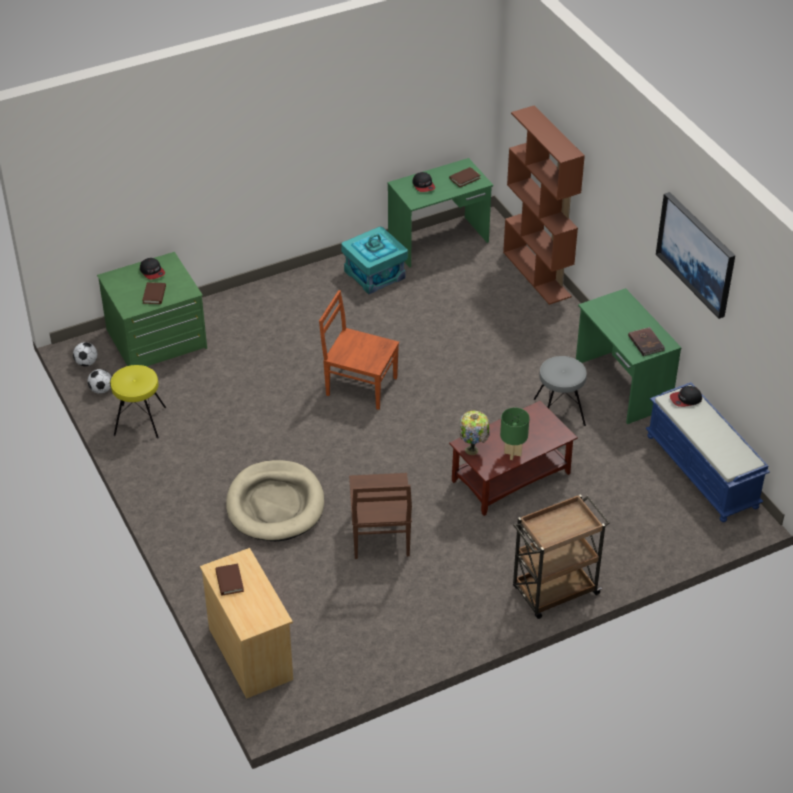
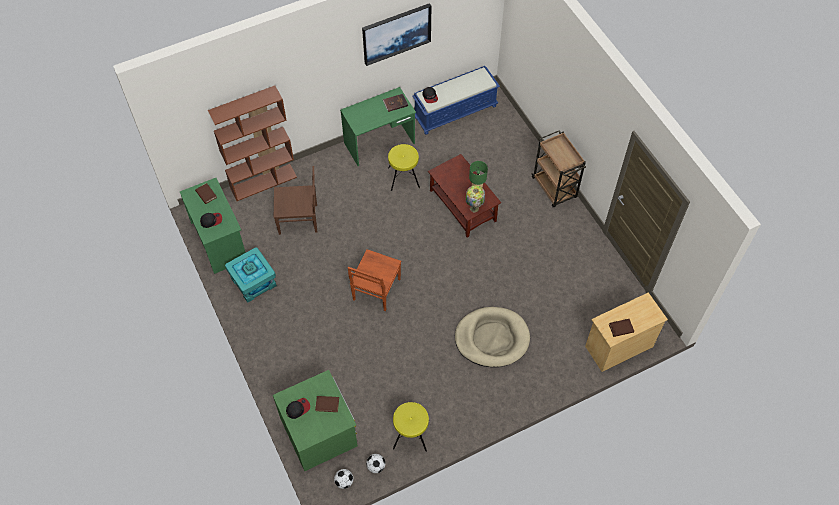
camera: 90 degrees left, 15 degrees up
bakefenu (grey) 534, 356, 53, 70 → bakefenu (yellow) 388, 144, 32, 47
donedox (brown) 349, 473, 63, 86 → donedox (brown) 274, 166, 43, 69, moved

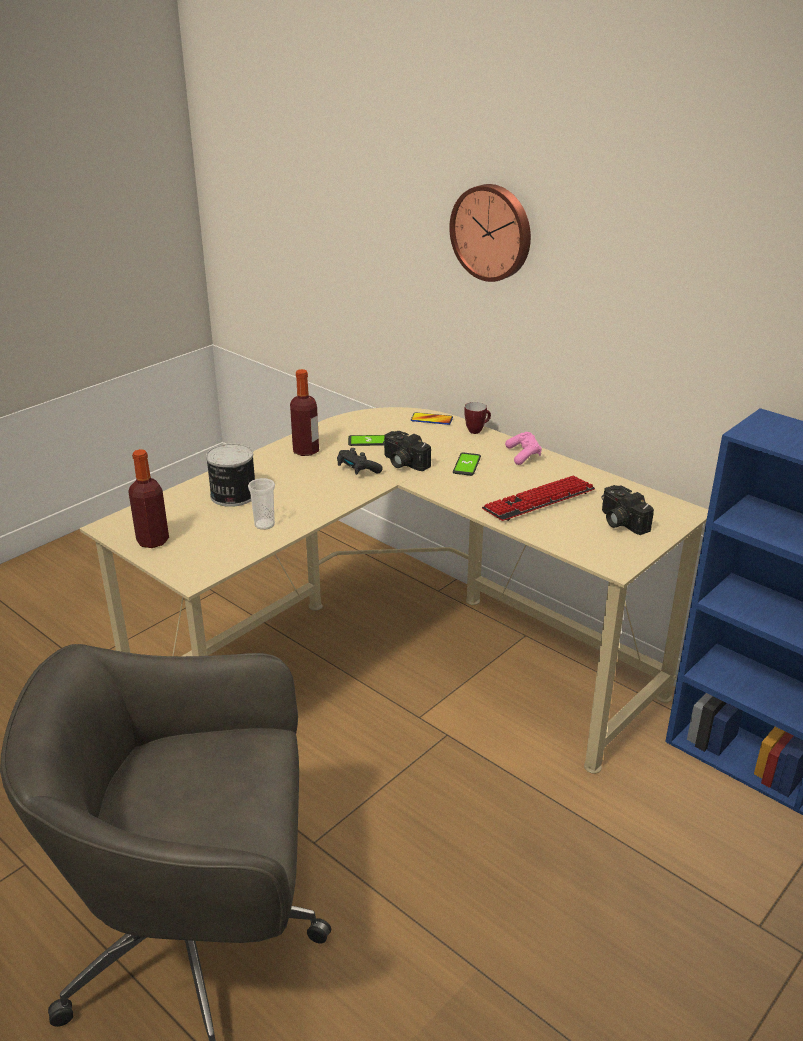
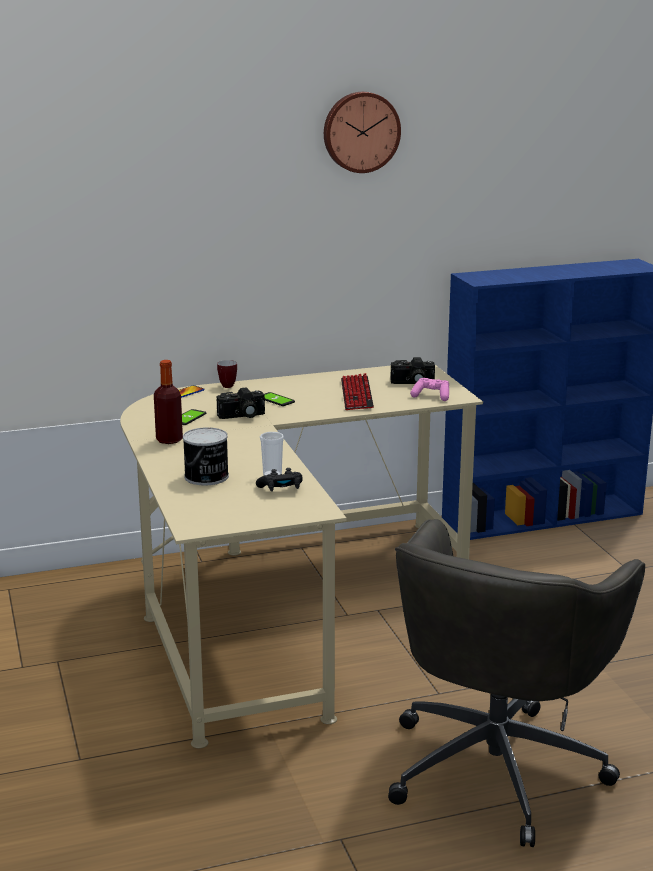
camera: 60 degrees left, 10 degrees down
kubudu 449, 184, 82, 98 → kubudu 324, 92, 77, 81, moved
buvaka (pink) 505, 432, 37, 33 → buvaka (pink) 410, 378, 39, 23, moved
buvaka (black) 337, 448, 46, 27 → buvaka (black) 256, 468, 47, 24, moved
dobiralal 128, 449, 41, 99 → -

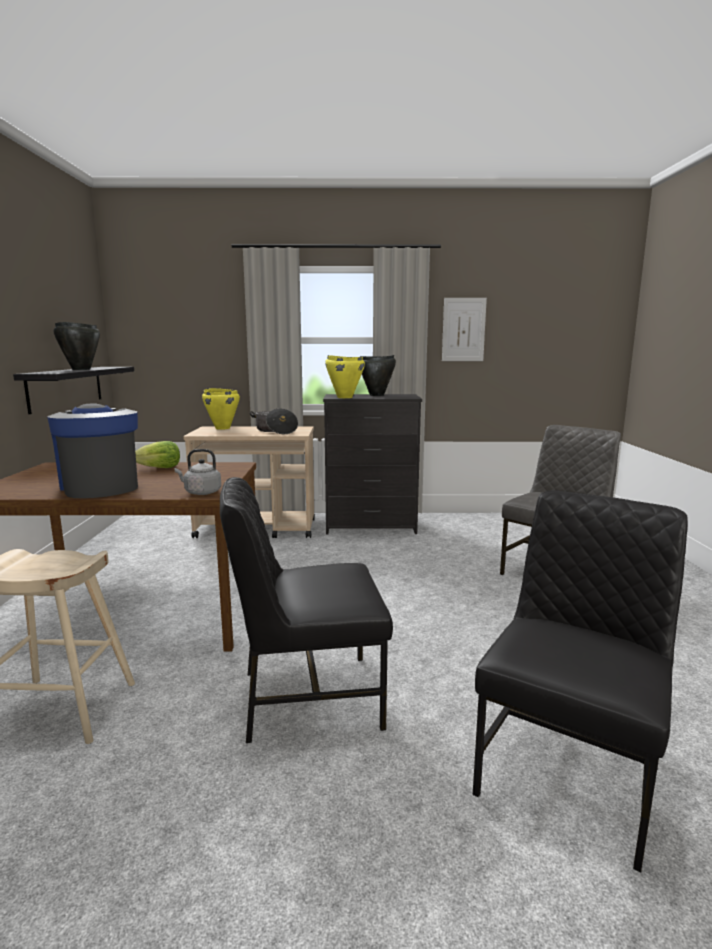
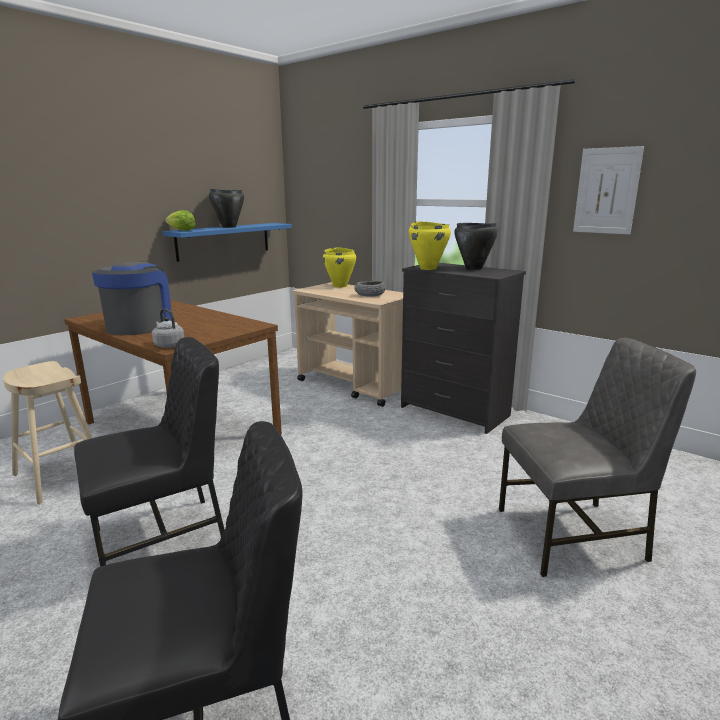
camera: 40 degrees right, 5 degrees up
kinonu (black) 13, 367, 121, 47 → kinonu (blue) 163, 223, 129, 39
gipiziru 250, 408, 48, 26 → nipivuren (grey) 354, 281, 32, 16
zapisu 135, 441, 45, 27 → zapisu 165, 210, 30, 21, moved
donedox (black) 220, 477, 173, 266 → donedox (black) 74, 337, 151, 230, 120 degrees clockwise

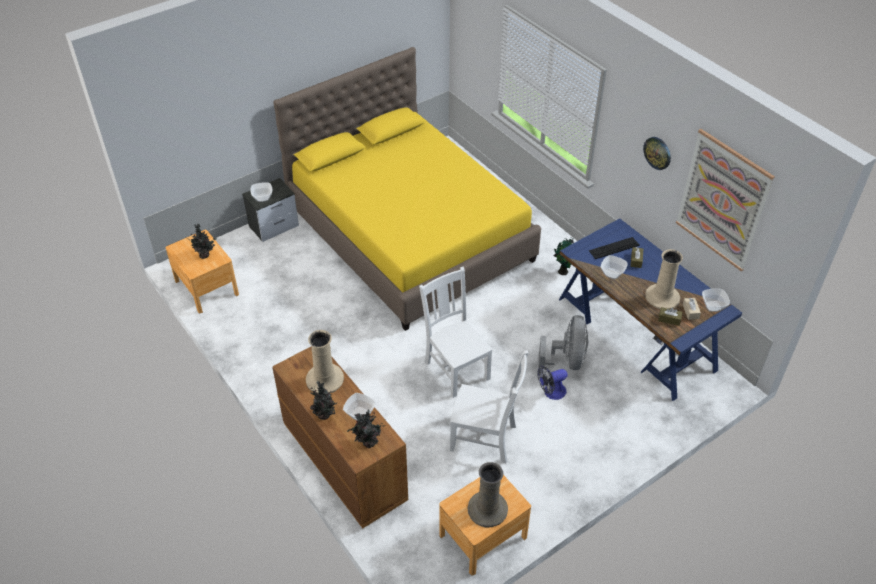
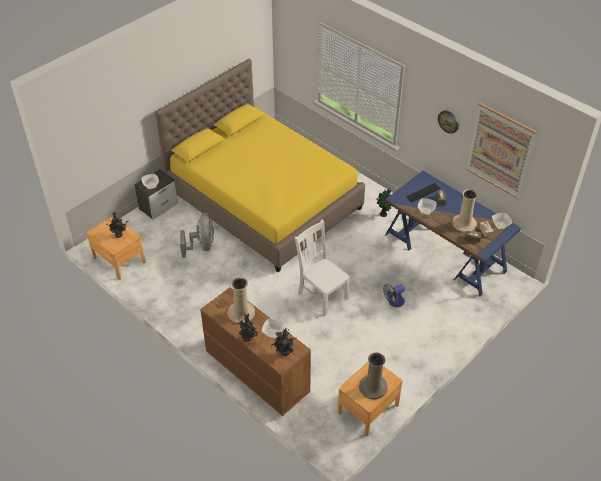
camera: 10 degrees left, 0 degrees up
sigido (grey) 538, 315, 50, 58 → sigido (grey) 180, 213, 34, 45, moved
donedox (white) 450, 350, 78, 113 → -

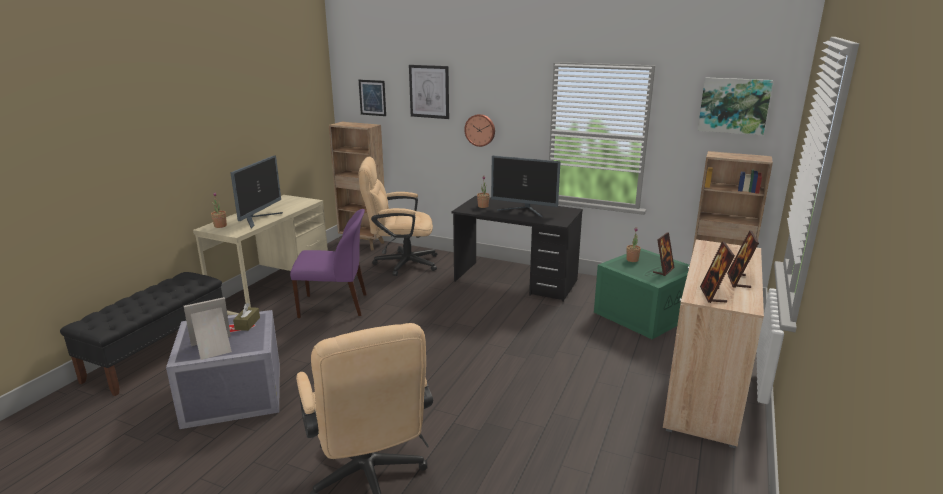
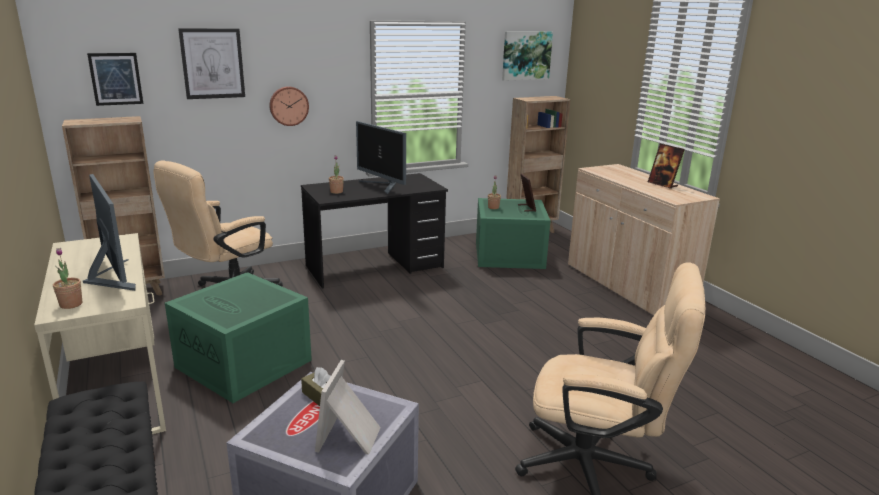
camera: 50 degrees left, 0 degrees up
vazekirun 491, 156, 69, 61 → vazekirun 356, 121, 50, 73, 75 degrees clockwise
donedox (purple) 290, 209, 77, 109 → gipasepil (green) 165, 272, 147, 131
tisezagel 700, 241, 35, 62 → -

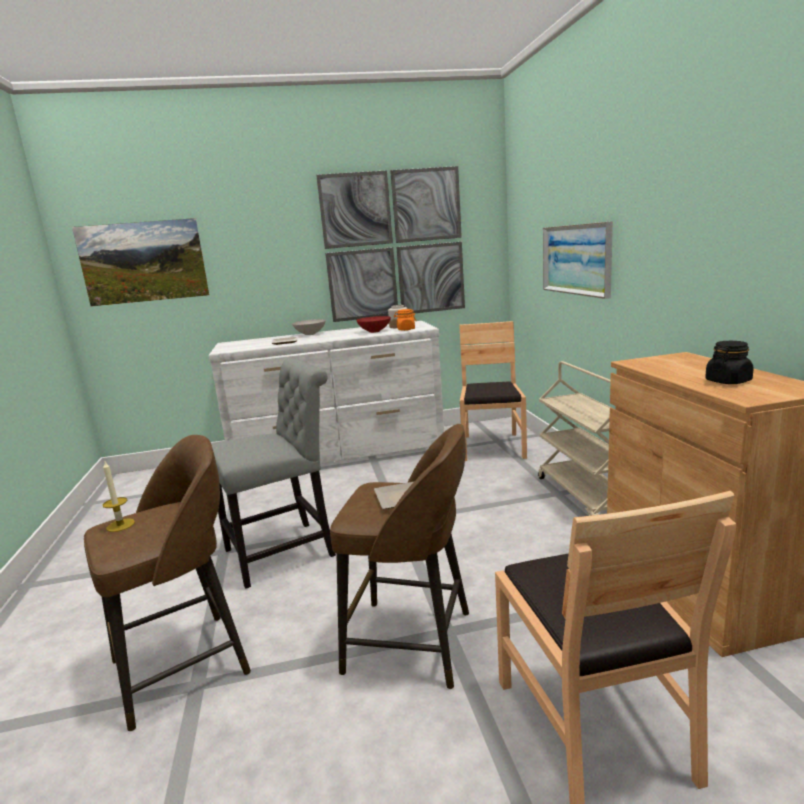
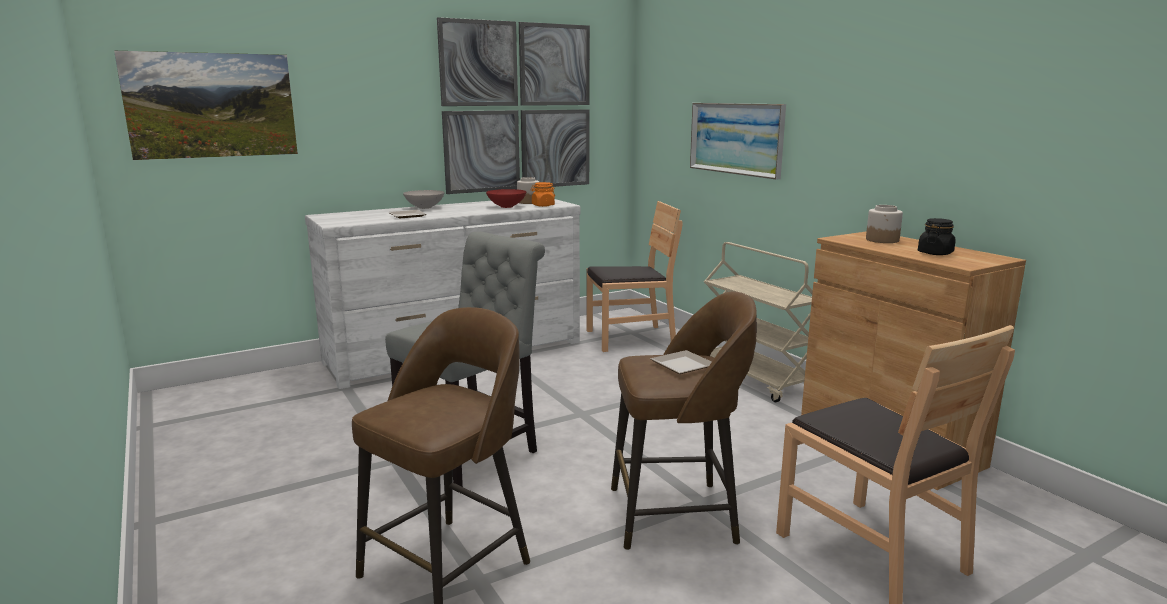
camera: 20 degrees left, 0 degrees up
donedox (brown) 459, 321, 68, 140 → donedox (brown) 586, 201, 97, 151, 90 degrees clockwise
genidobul 103, 462, 32, 70 → -
- → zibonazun 866, 205, 37, 38

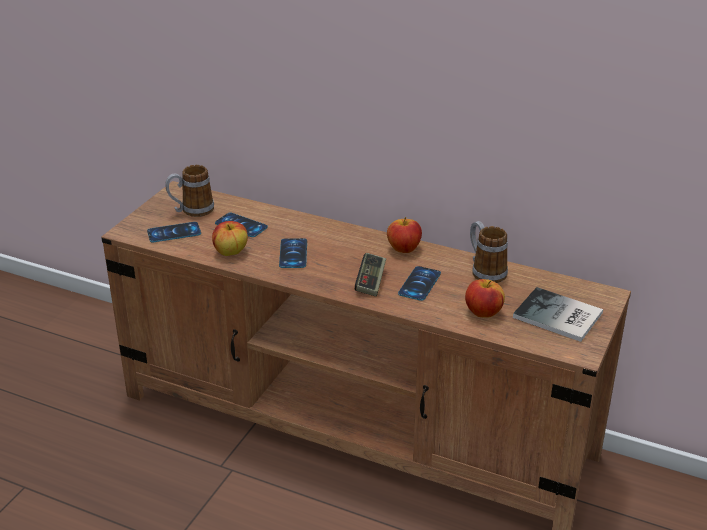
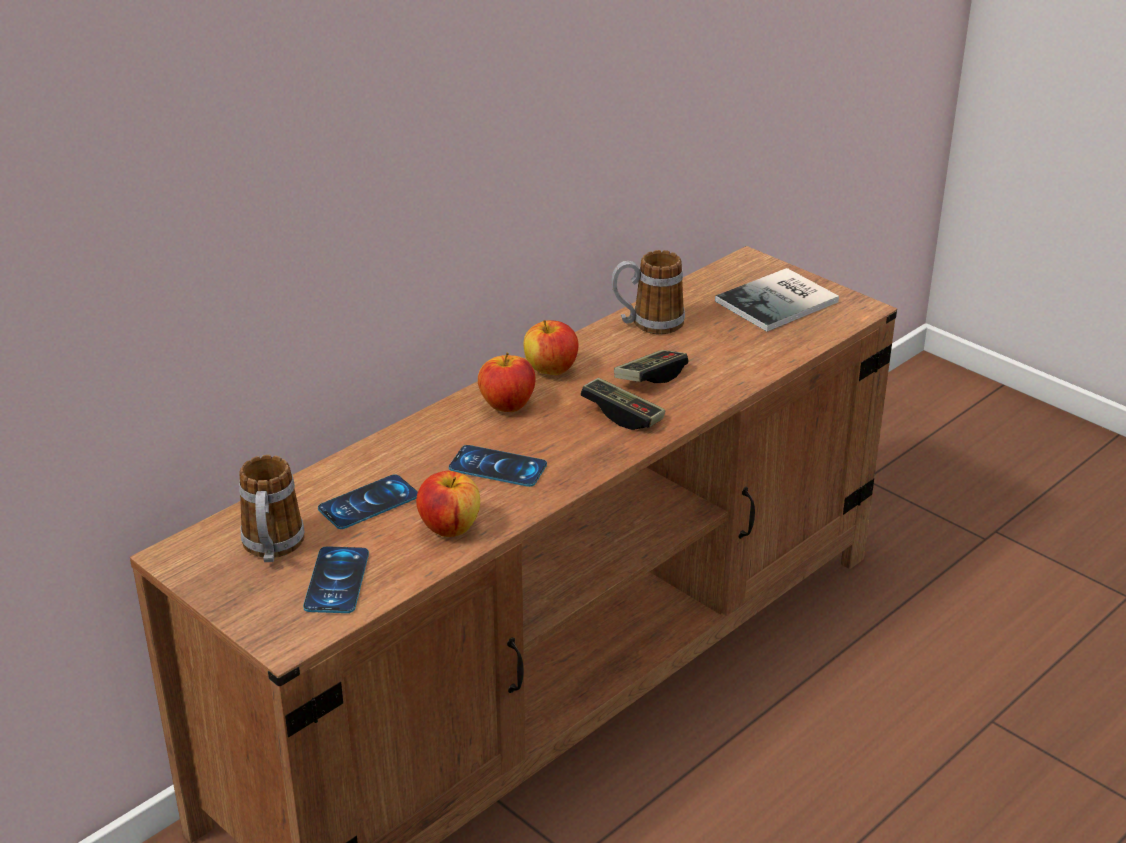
camera: 70 degrees left, 0 degrees up
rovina 398, 266, 43, 35 → buvaka 614, 350, 74, 33
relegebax 465, 279, 40, 39 → relegebax 478, 352, 58, 60, moved

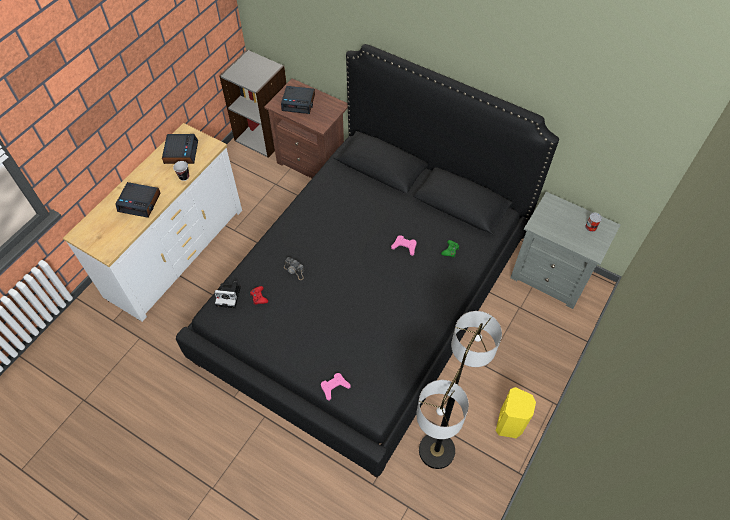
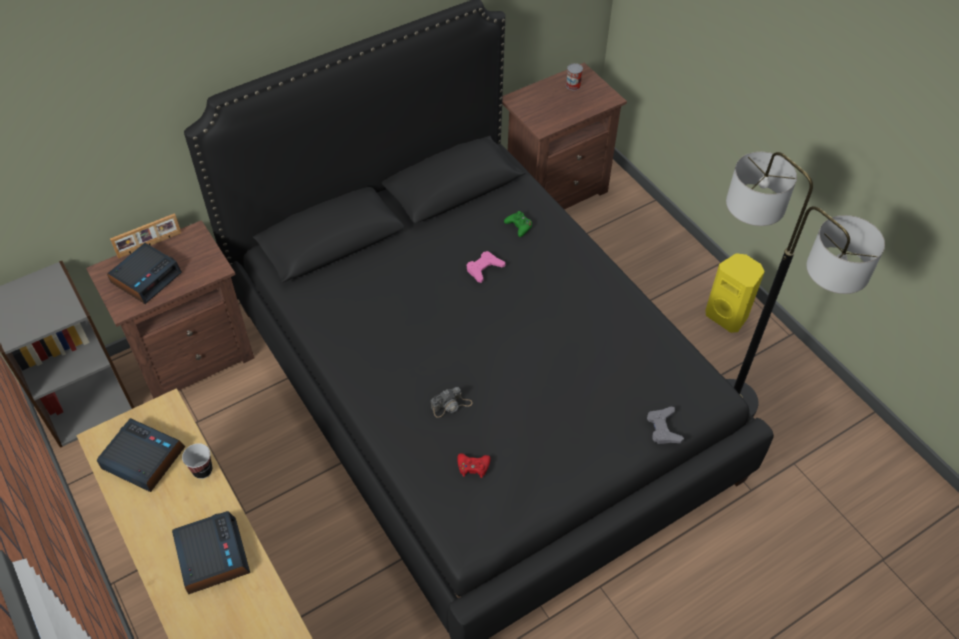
camera: 65 degrees left, 5 degrees down
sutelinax 115, 182, 46, 36 → sutelinax 172, 511, 78, 83, 60 degrees counterclockwise
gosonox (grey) 510, 192, 110, 117 → gosonox (brown) 502, 63, 125, 146
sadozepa 214, 282, 27, 26 → -
buvaka (pink) 321, 373, 29, 28 → buvaka (grey) 647, 406, 37, 38
- → tisezagel 110, 213, 71, 45

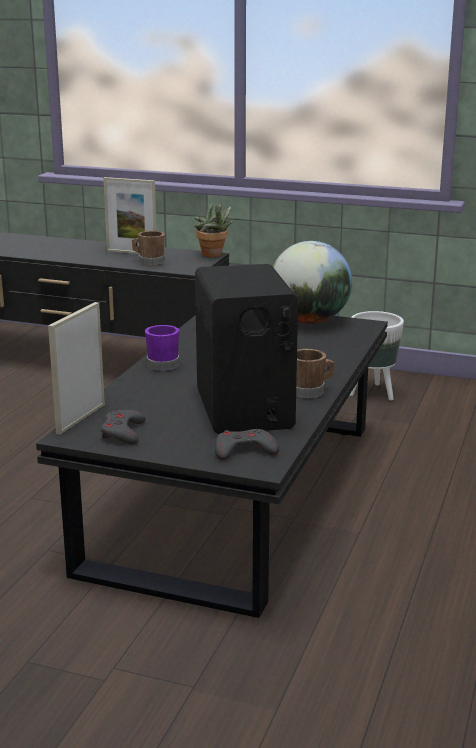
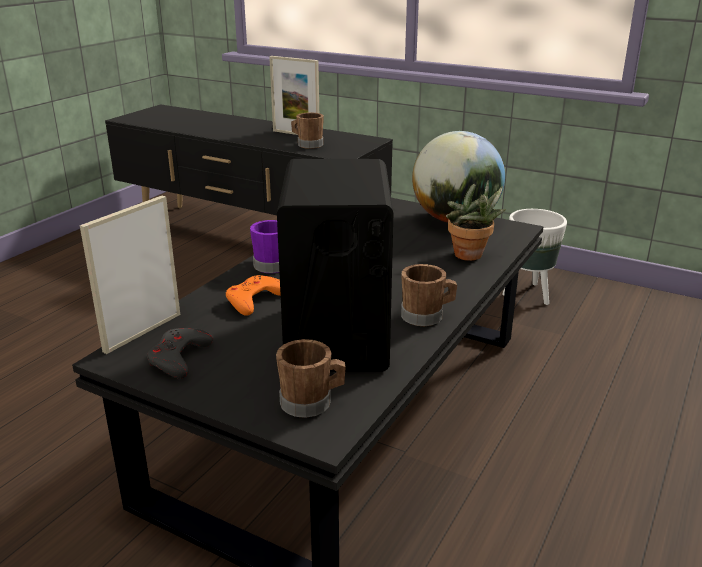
camera: 10 degrees right, 5 degrees up
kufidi 194, 199, 41, 58 → kufidi 446, 180, 60, 81, moved
buvaka (grey) 215, 429, 64, 31 → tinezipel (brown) 276, 339, 70, 79
- → buvaka (orange) 226, 275, 55, 41

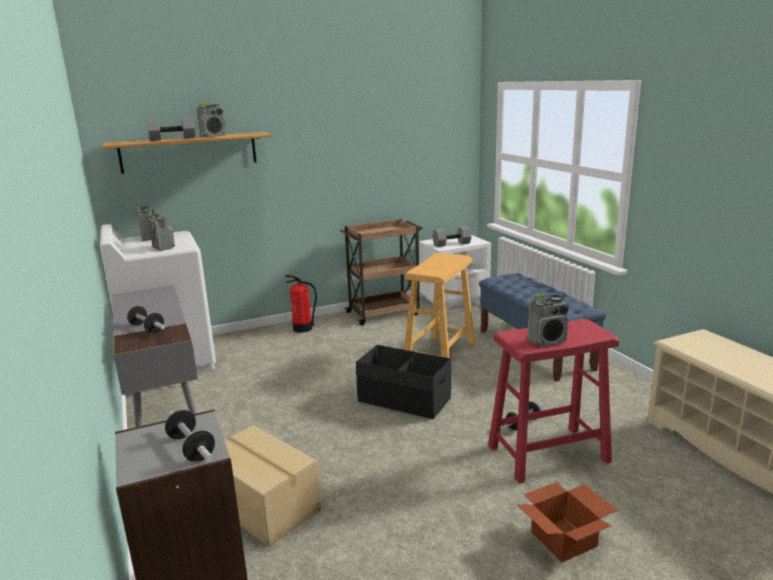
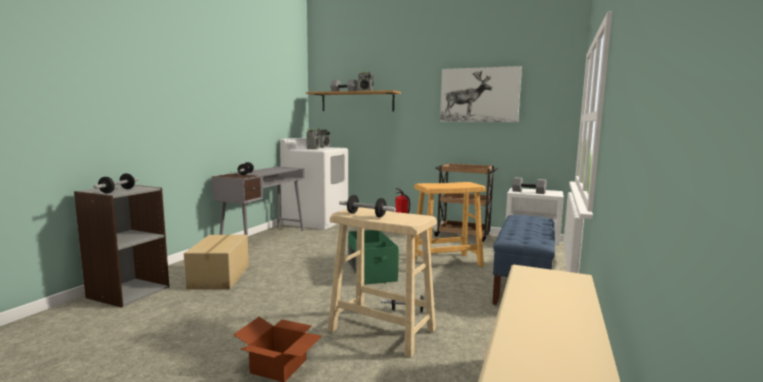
camera: 45 degrees right, 10 degrees down
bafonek 528, 294, 41, 52 → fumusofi 339, 195, 57, 22
bakefenu (red) 488, 319, 131, 165 → bakefenu (beige) 328, 207, 109, 150
gipasepil (black) 356, 345, 95, 74 → gipasepil (green) 348, 230, 51, 55
- → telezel 440, 66, 82, 56

